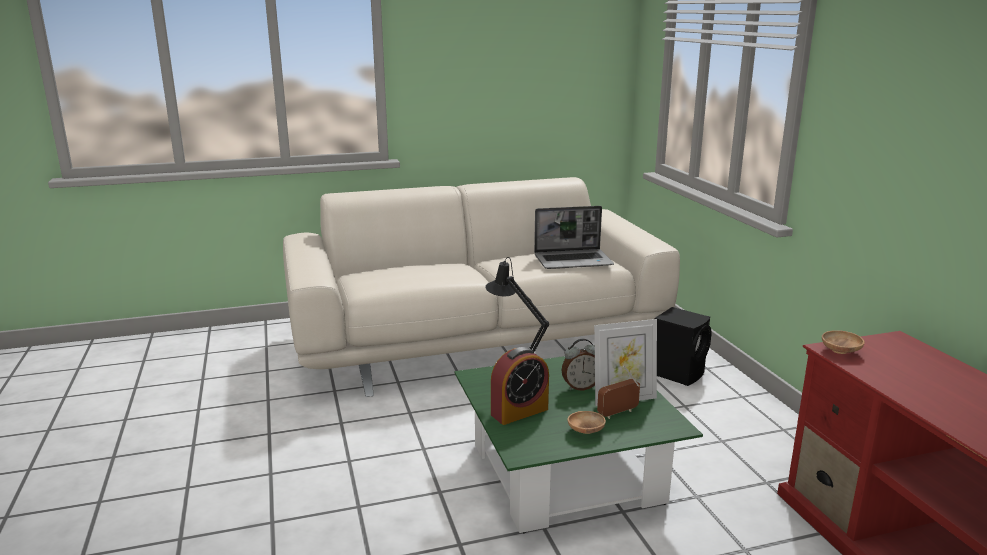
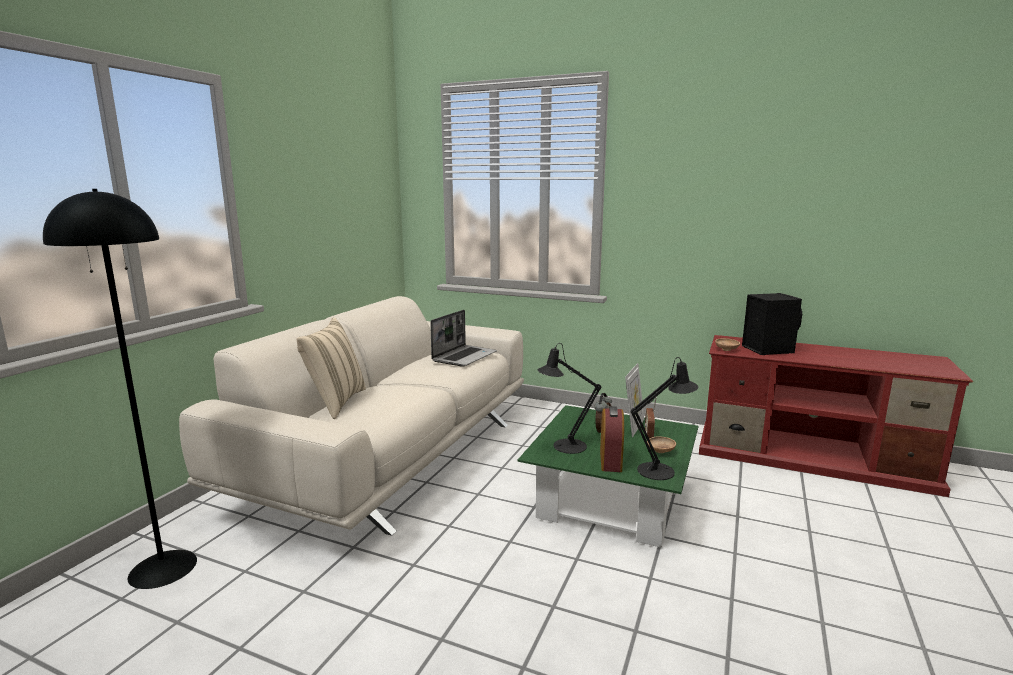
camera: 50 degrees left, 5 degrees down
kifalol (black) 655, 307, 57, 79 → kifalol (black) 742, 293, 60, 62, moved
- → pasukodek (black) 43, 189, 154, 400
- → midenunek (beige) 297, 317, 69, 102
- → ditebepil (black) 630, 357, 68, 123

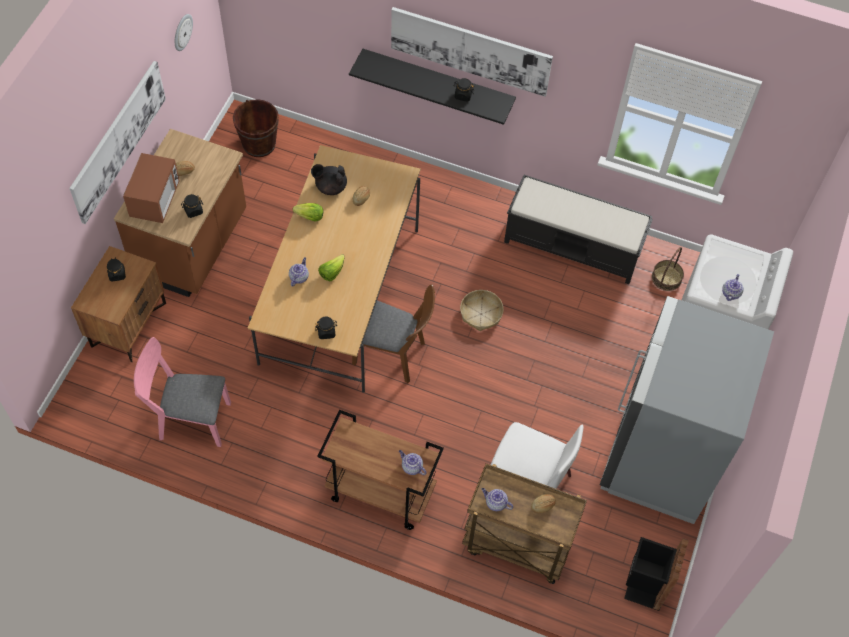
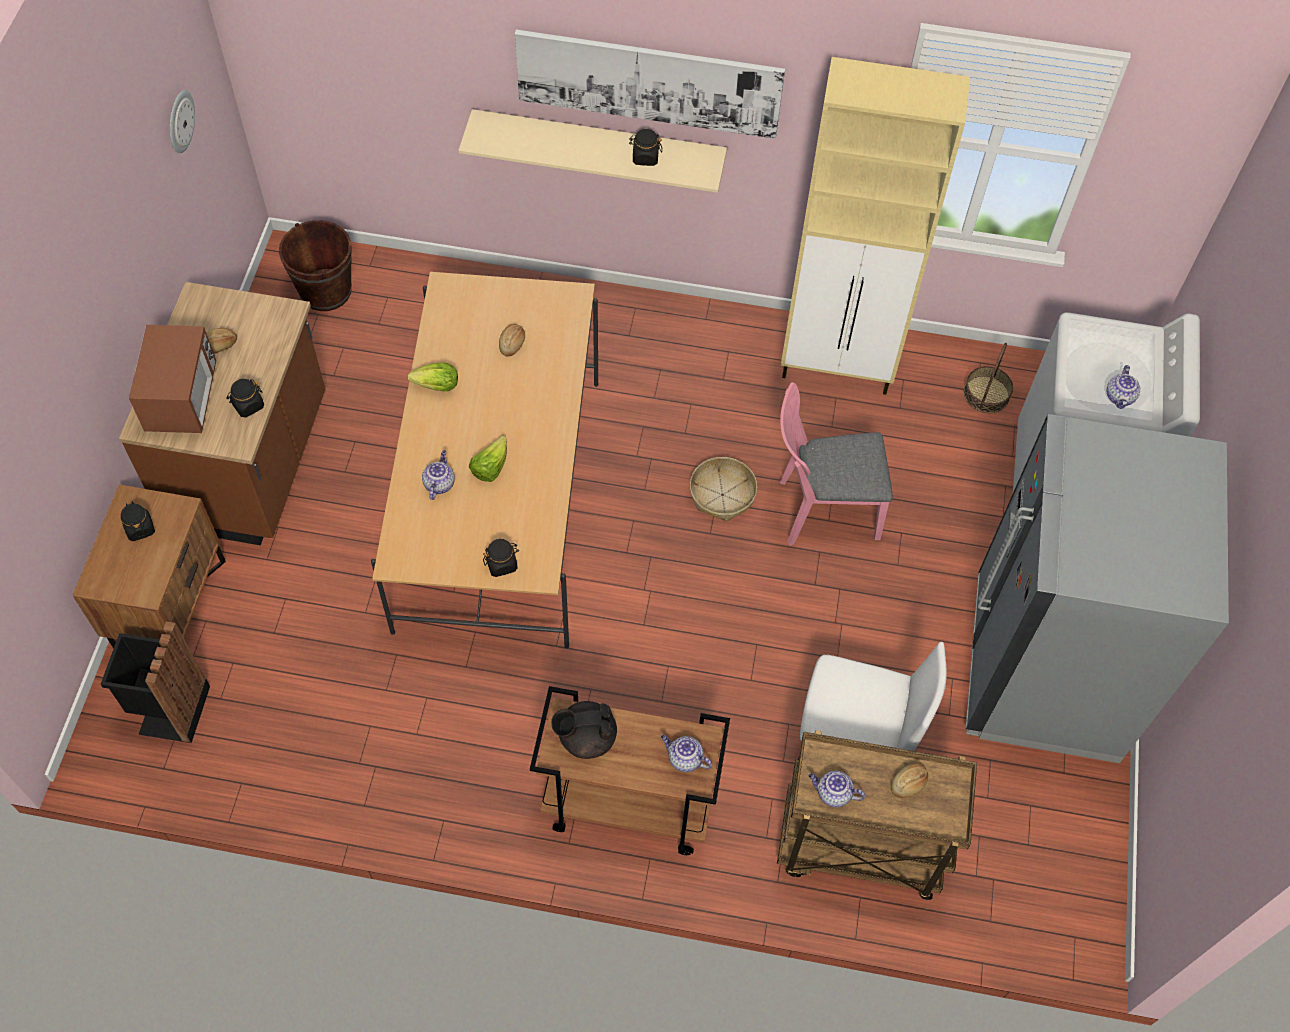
camera: 10 degrees left, 0 degrees up
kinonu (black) 349, 49, 167, 76 → kinonu (beige) 458, 109, 269, 84
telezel 69, 61, 97, 163 → -
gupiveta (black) 311, 164, 36, 31 → gupiveta (black) 551, 701, 66, 58, moved
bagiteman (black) 504, 175, 149, 109 → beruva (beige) 781, 57, 189, 338
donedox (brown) 352, 284, 83, 100 → -
donedox (pink) 134, 337, 97, 110 → donedox (pink) 780, 382, 113, 164, moved
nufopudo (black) 624, 537, 65, 74 → nufopudo (black) 100, 621, 110, 122, moved

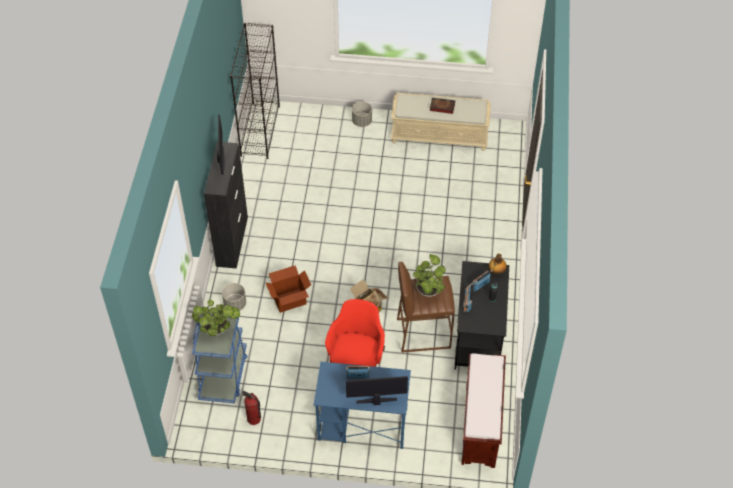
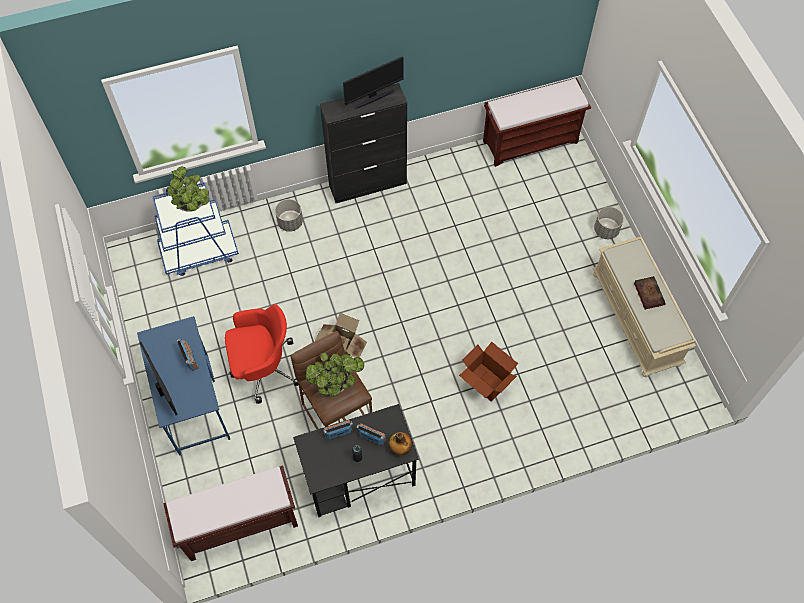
camera: 65 degrees right, 10 degrees up
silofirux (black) 230, 23, 50, 136 → bagiteman (brown) 483, 78, 108, 89
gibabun 266, 265, 45, 48 → gibabun 459, 342, 59, 60, moved
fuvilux 242, 391, 19, 34 → -

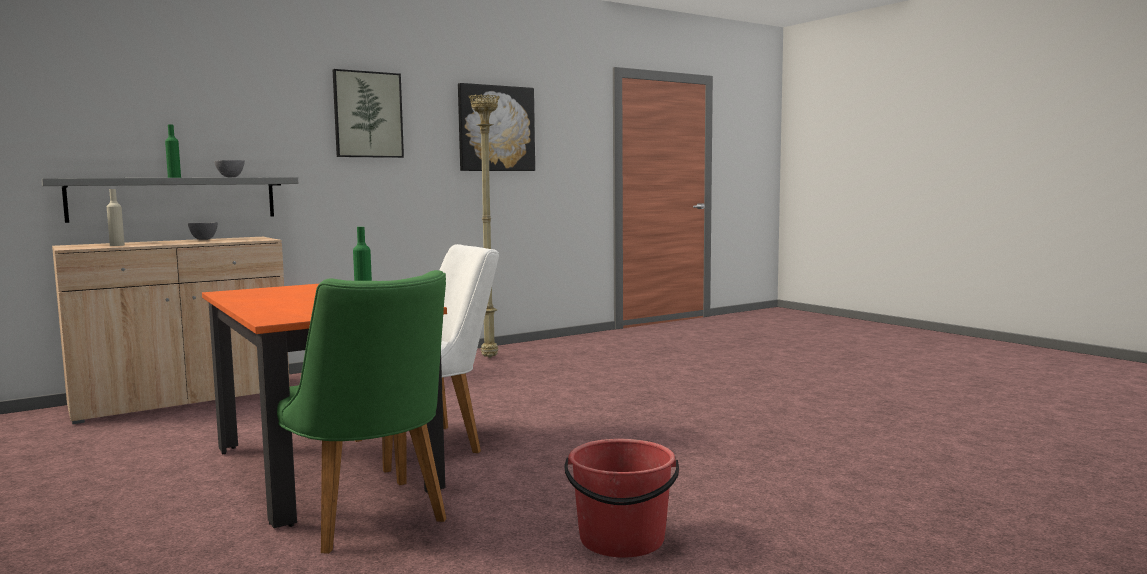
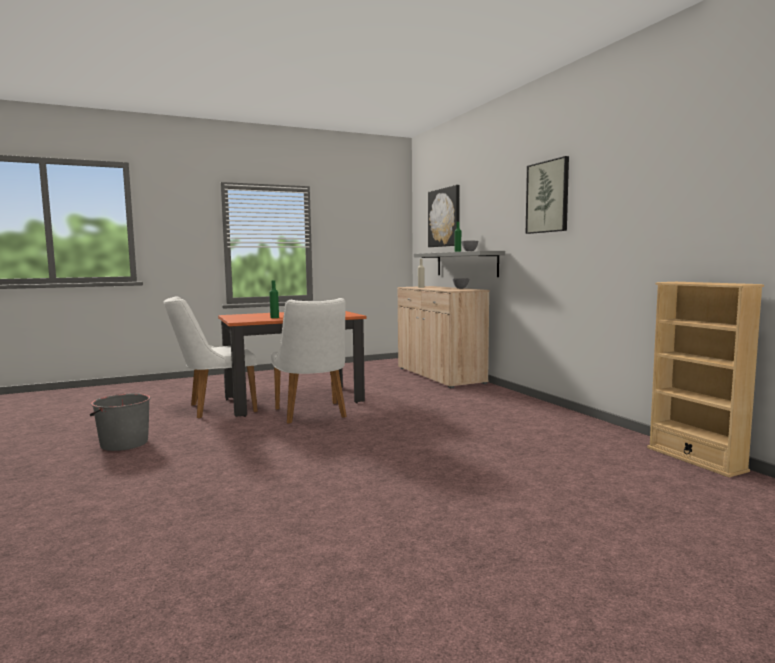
camera: 100 degrees right, 0 degrees up
telezel 458, 83, 77, 88 → telezel 428, 185, 32, 62, moved
pasukodek (beige) 468, 94, 32, 264 → -
donedox (green) 277, 270, 170, 284 → donedox (white) 164, 296, 94, 122
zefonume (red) 564, 439, 115, 119 → zefonume (grey) 90, 393, 61, 58
- → silofirux (beige) 647, 282, 117, 195

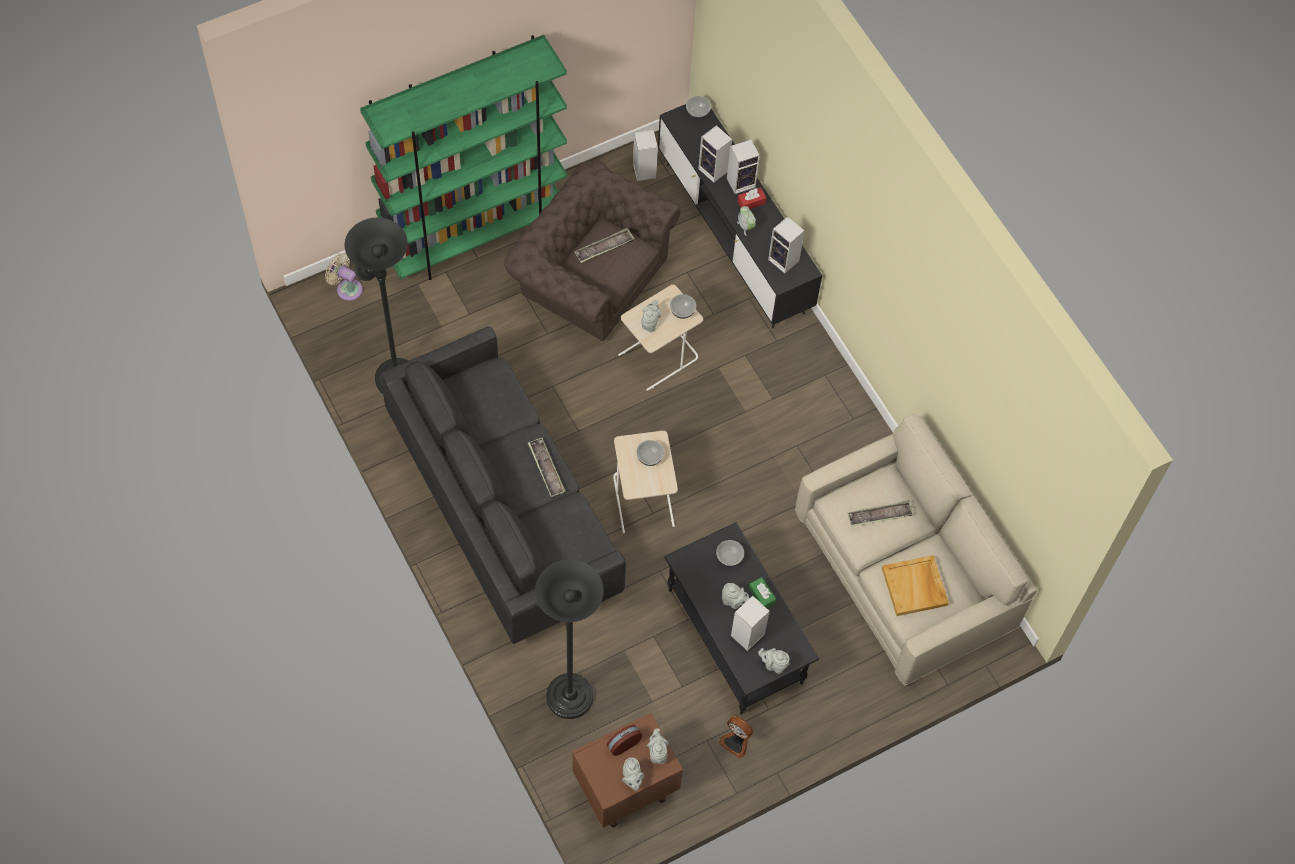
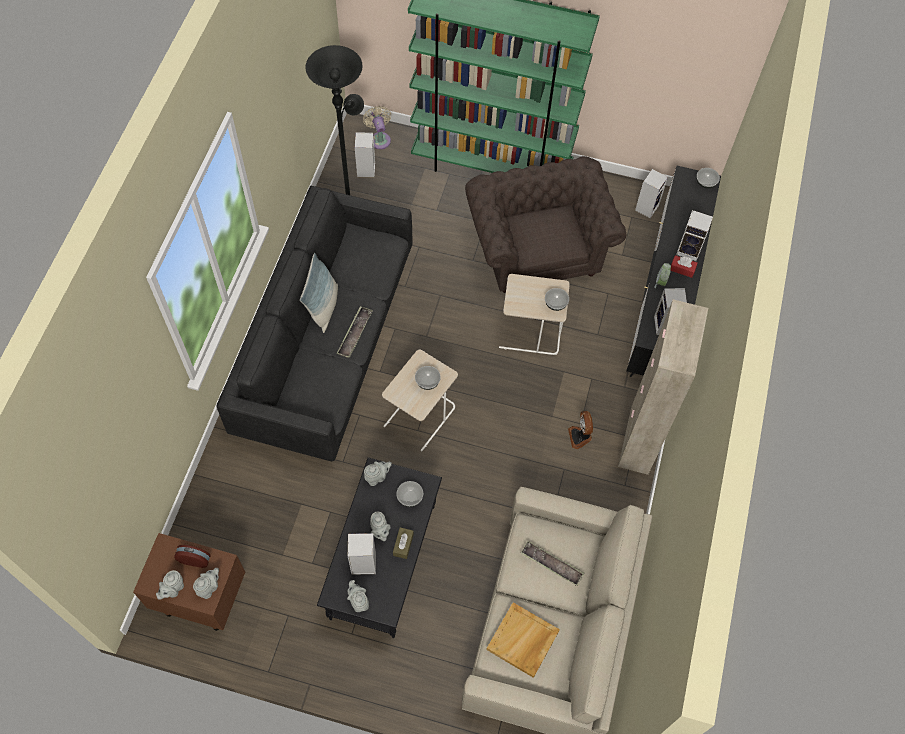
camera: 45 degrees right, 0 degrees up
kifalol 698, 125, 34, 58 → kifalol 355, 132, 20, 45, moved
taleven 574, 228, 61, 35 → -
gupiveta (grey) 641, 300, 20, 32 → gupiveta (grey) 364, 461, 28, 25, moved
pasukodek (black) 535, 559, 69, 160 → -
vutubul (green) 749, 577, 27, 31 → vutubul (brown) 393, 527, 21, 32
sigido 719, 716, 34, 42 → sigido 568, 411, 25, 38, moved
- → midenunek 300, 253, 38, 80
- → beruva (beige) 618, 299, 90, 176

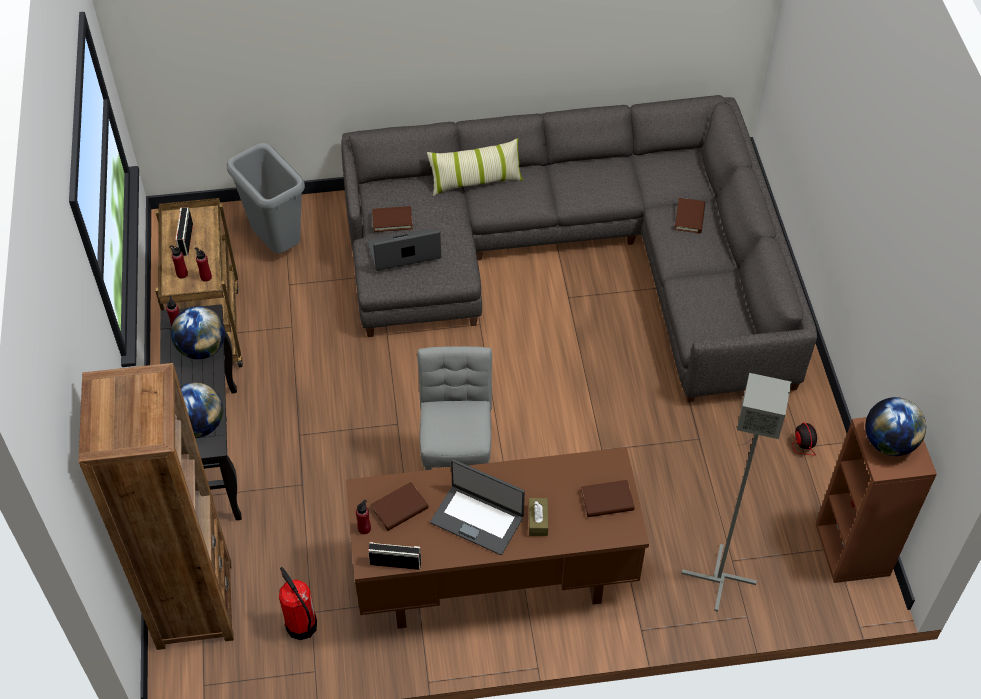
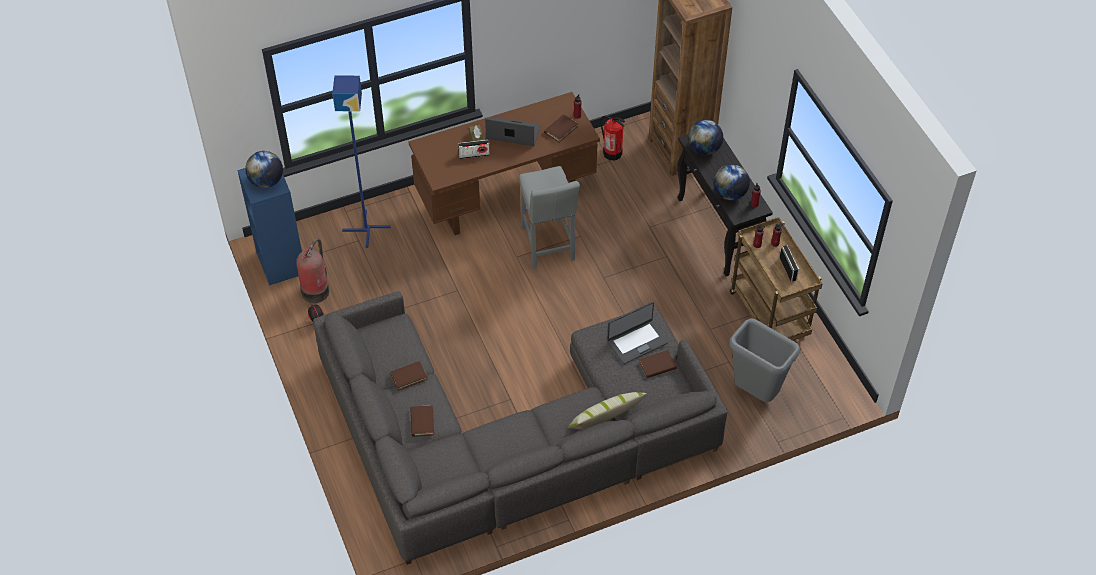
camera: 165 degrees right, 0 degrees up
pasukodek (grey) 682, 373, 109, 239 → pasukodek (blue) 332, 76, 59, 172
silofirux (brown) 816, 417, 121, 166 → silofirux (blue) 237, 168, 65, 117
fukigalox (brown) 581, 480, 54, 37 → fukigalox (brown) 390, 361, 38, 30, moved
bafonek 368, 542, 53, 28 → bafonek 458, 140, 32, 19, moved
- → fuvilux 296, 238, 33, 65

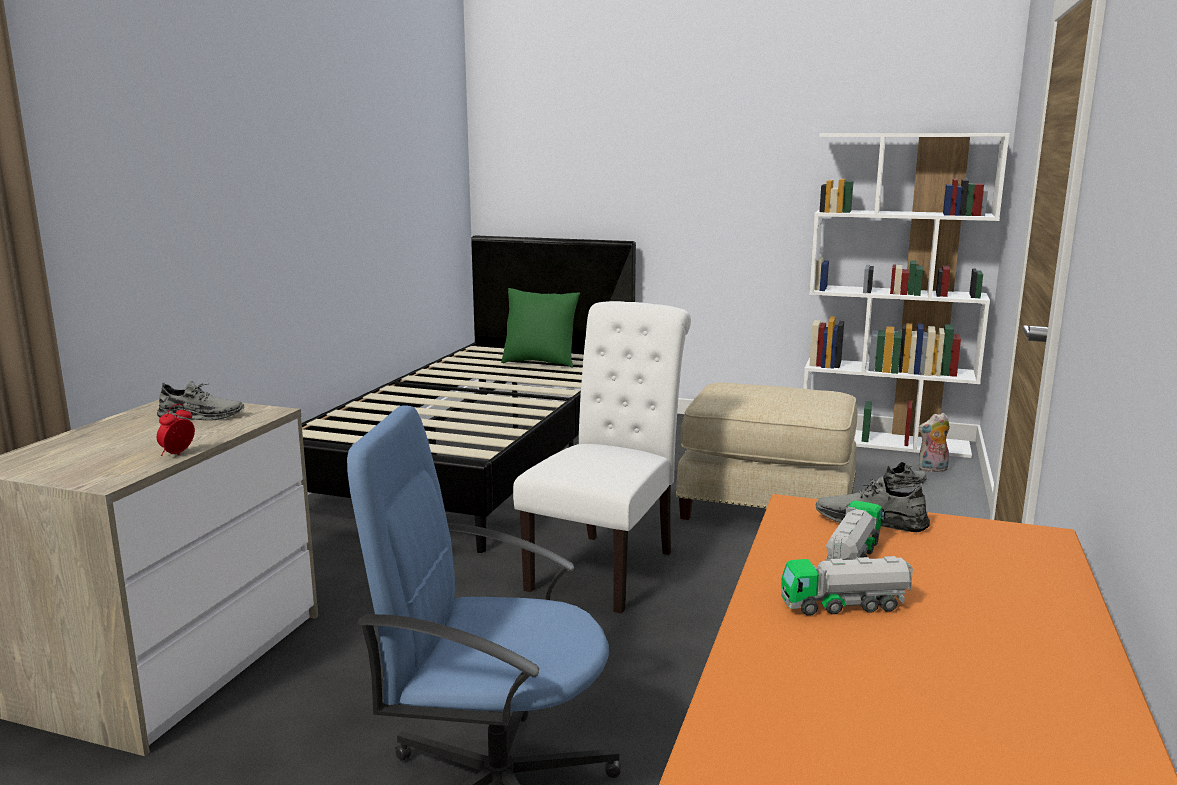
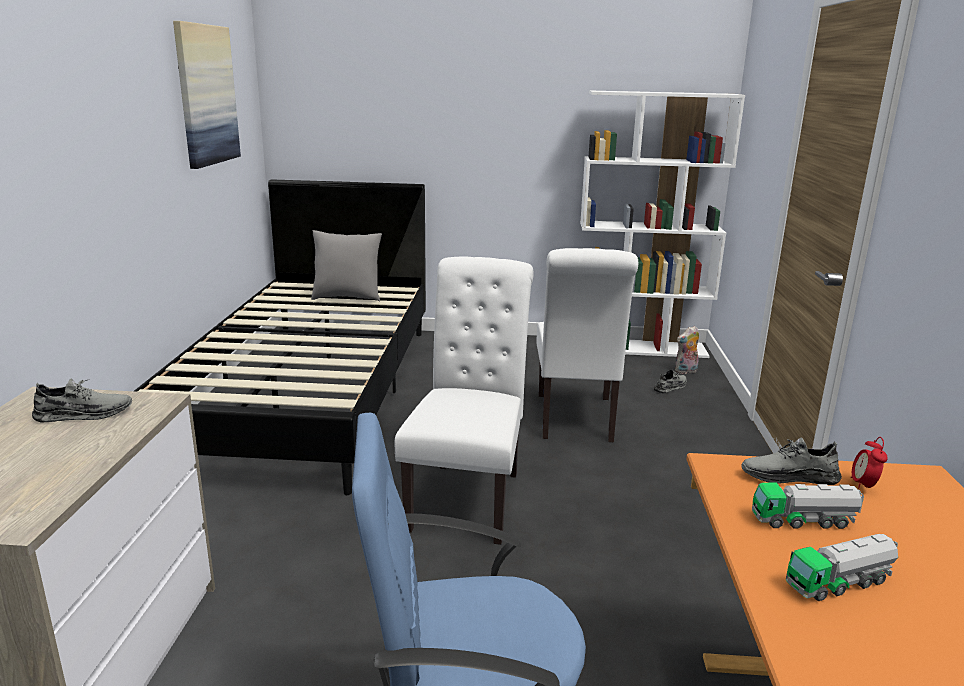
camera: 15 degrees left, 5 degrees up
midenunek (green) 501, 288, 79, 80 → midenunek (grey) 311, 230, 71, 72
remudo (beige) 676, 382, 181, 138 → donedox (white) 536, 248, 102, 194
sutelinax 157, 404, 38, 52 → sutelinax 851, 437, 37, 53, moved
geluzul 825, 500, 60, 61 → geluzul 752, 483, 112, 46, 105 degrees counterclockwise
- → telezel 173, 21, 68, 148

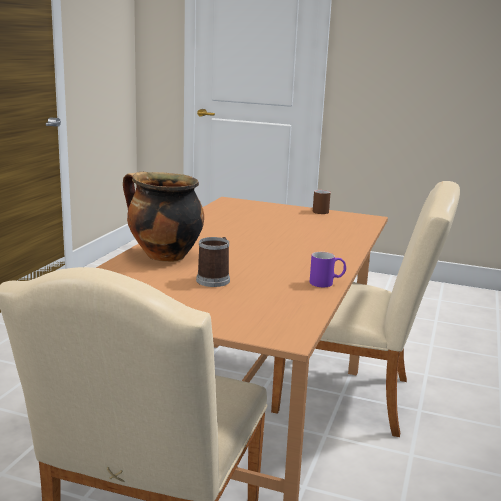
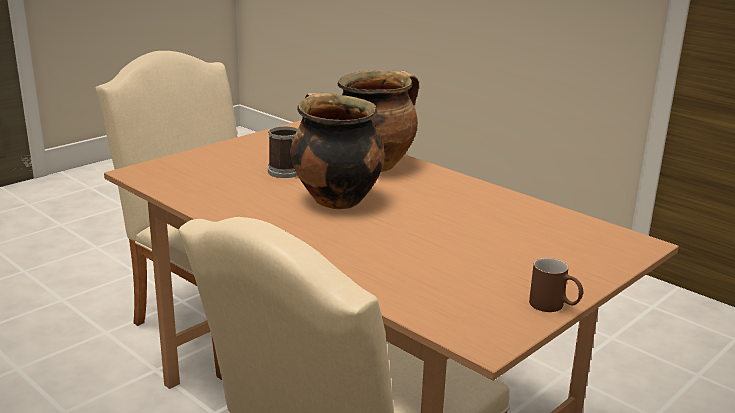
camera: 115 degrees right, 5 degrees up
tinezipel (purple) 310, 252, 36, 35 → -
- → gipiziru 291, 93, 94, 116

